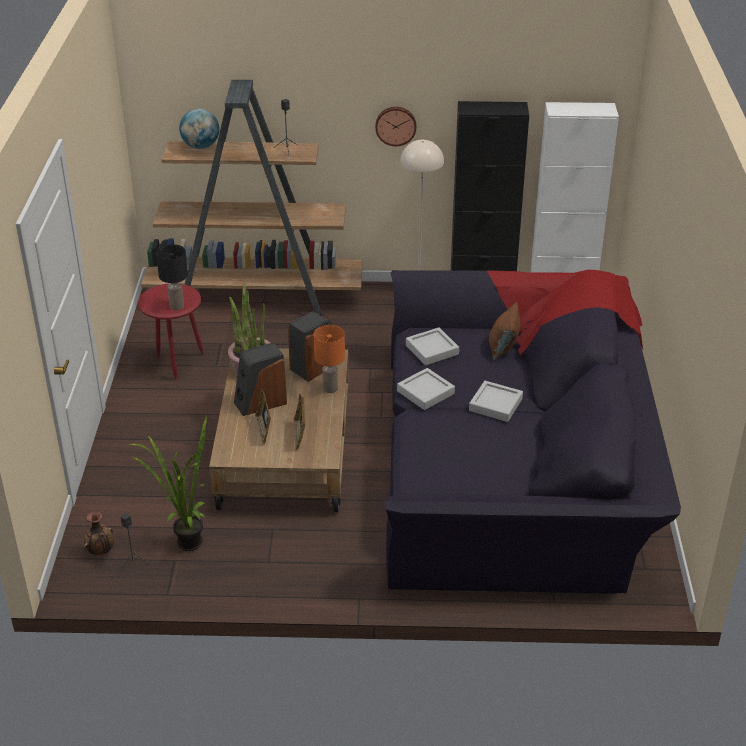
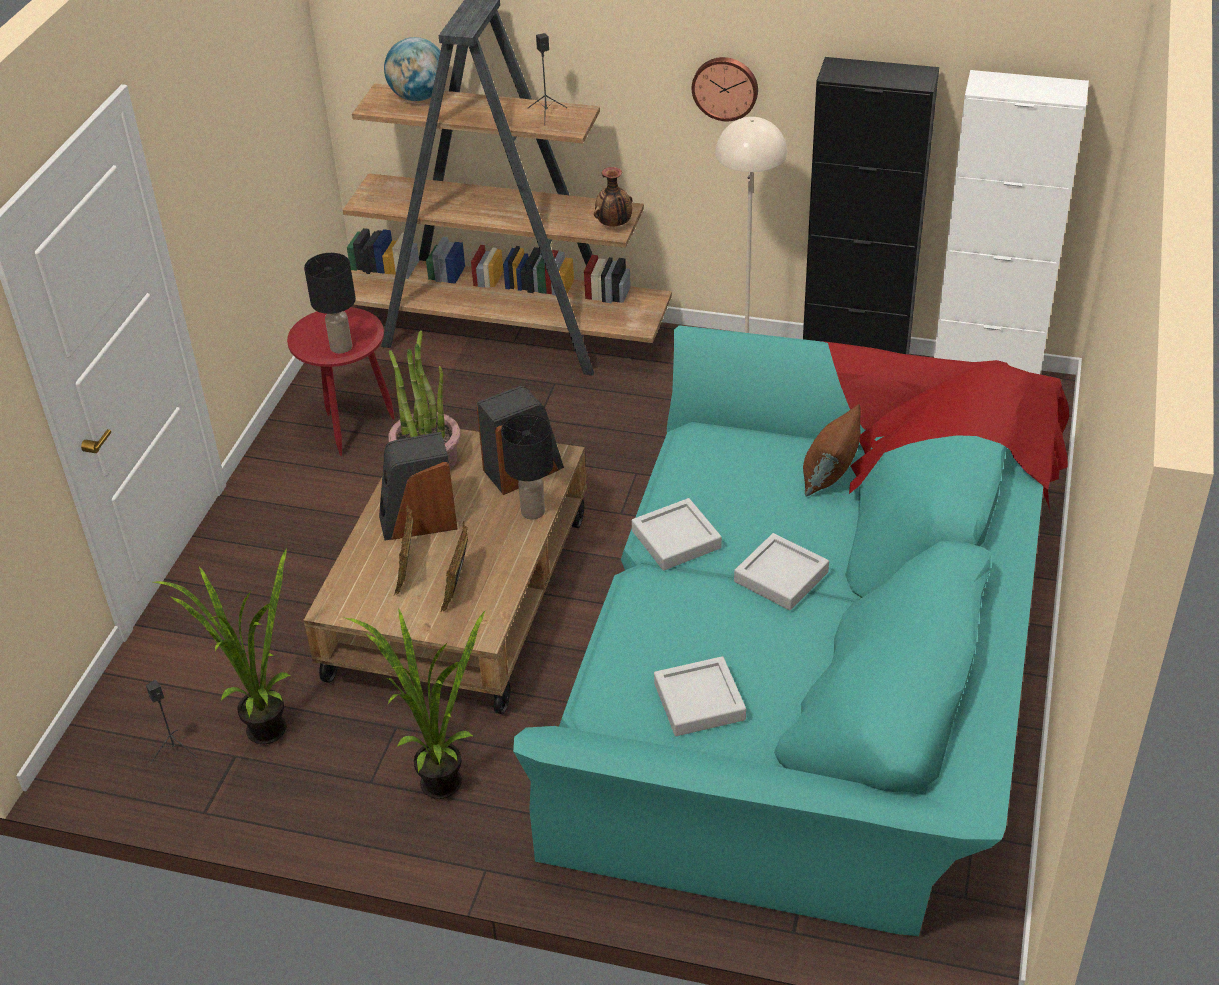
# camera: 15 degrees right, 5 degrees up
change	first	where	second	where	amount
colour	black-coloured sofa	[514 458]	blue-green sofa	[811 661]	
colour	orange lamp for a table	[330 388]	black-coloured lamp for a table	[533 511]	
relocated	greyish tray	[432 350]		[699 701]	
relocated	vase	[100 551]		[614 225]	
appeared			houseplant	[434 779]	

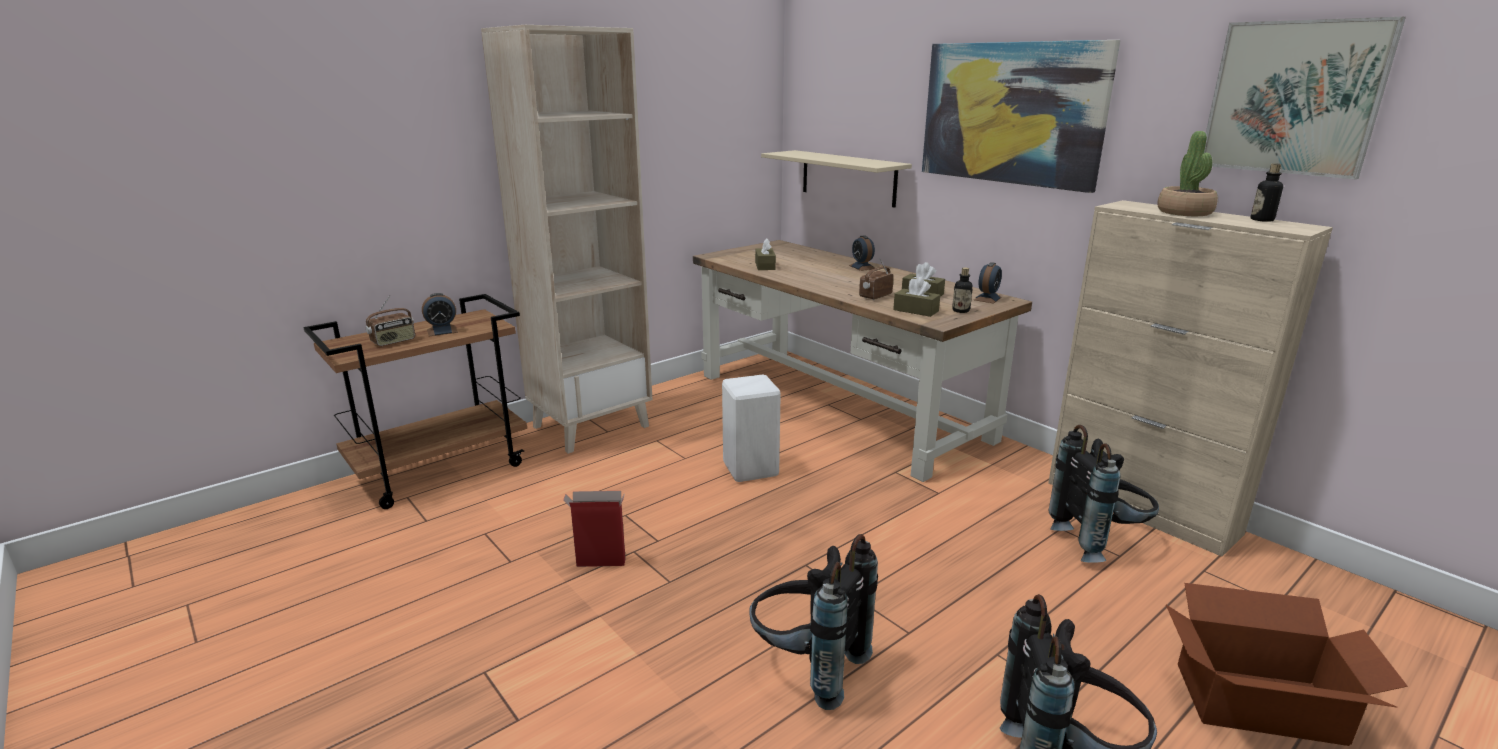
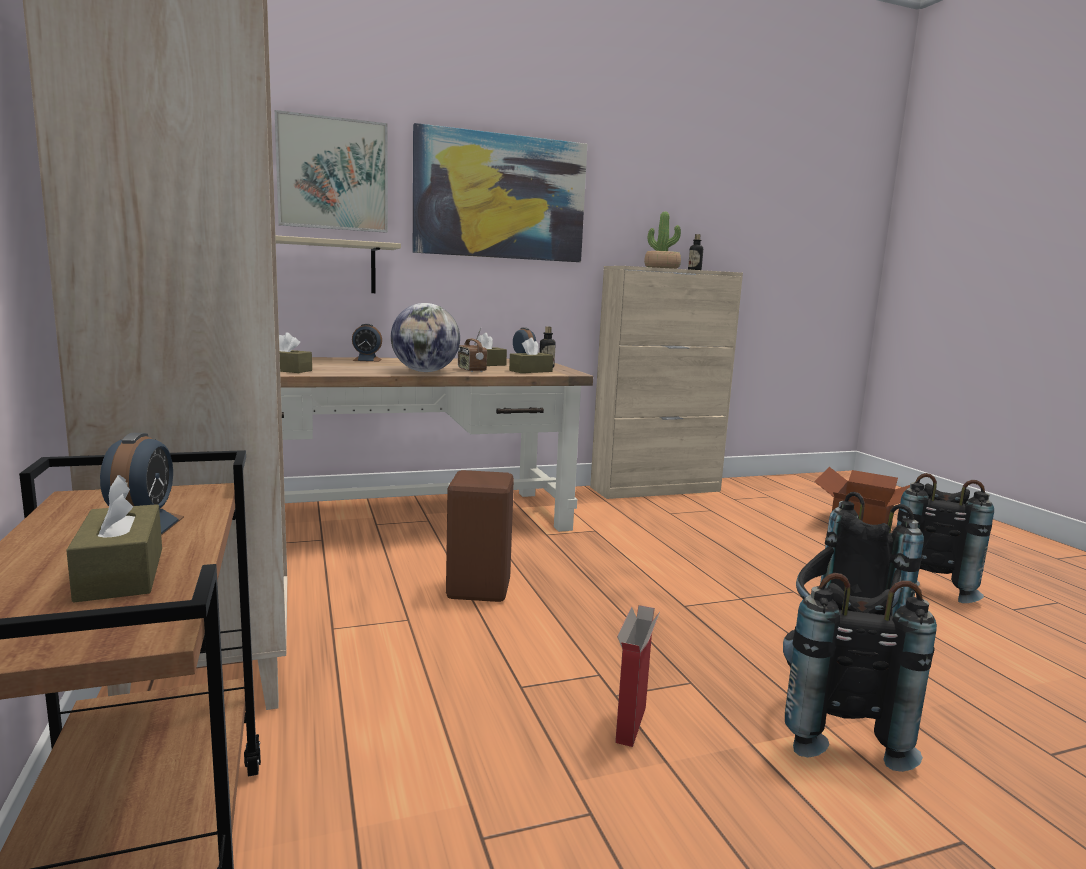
# camera: 70 degrees left, 10 degrees down
change	first	where	second	where	amount
relocated	picture	[1293 98]		[333 174]	
exchanged	radio receiver	[393 342]	brown tissue holder	[121 573]	
colour	whitish stool seat	[749 469]	brown stool seat	[476 590]	
relocated	black-coloured rucksack	[1098 542]		[834 730]	
appeared			desk globe	[425 371]	

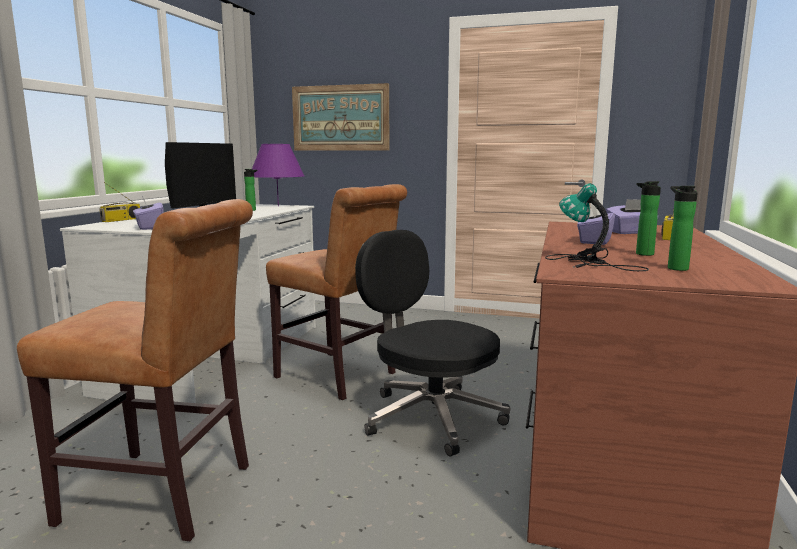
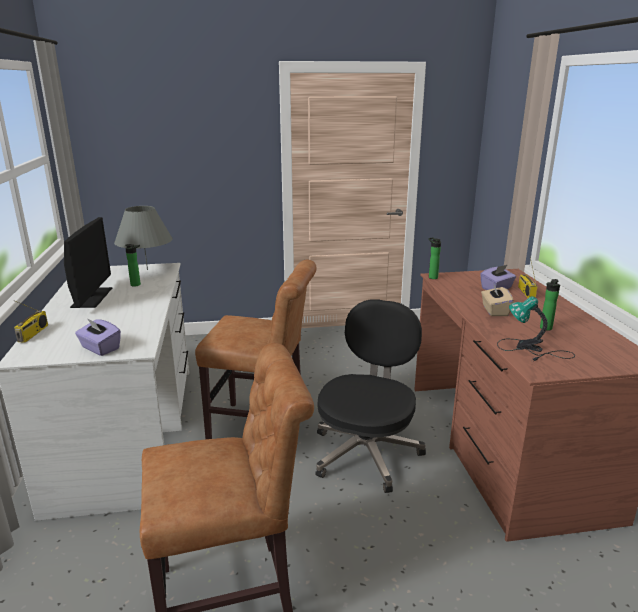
# camera: 25 degrees left, 10 degrees up
change	first	where	second	where	amount
missing	picture	[340 118]			
colour	purple lamp for a table	[278 206]	greyish lamp for a table	[147 269]	
relocated	bottle	[675 268]		[432 277]	
colour	purple tissue holder	[594 241]	beige-coloured tissue holder	[494 311]	
spun	black-coloured office chair	[430 417]		[366 452]	90 degrees clockwise

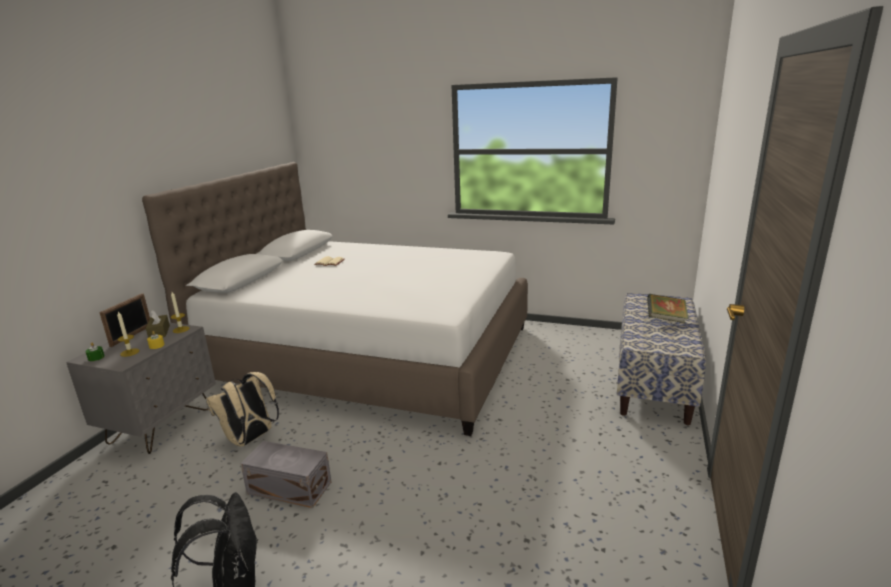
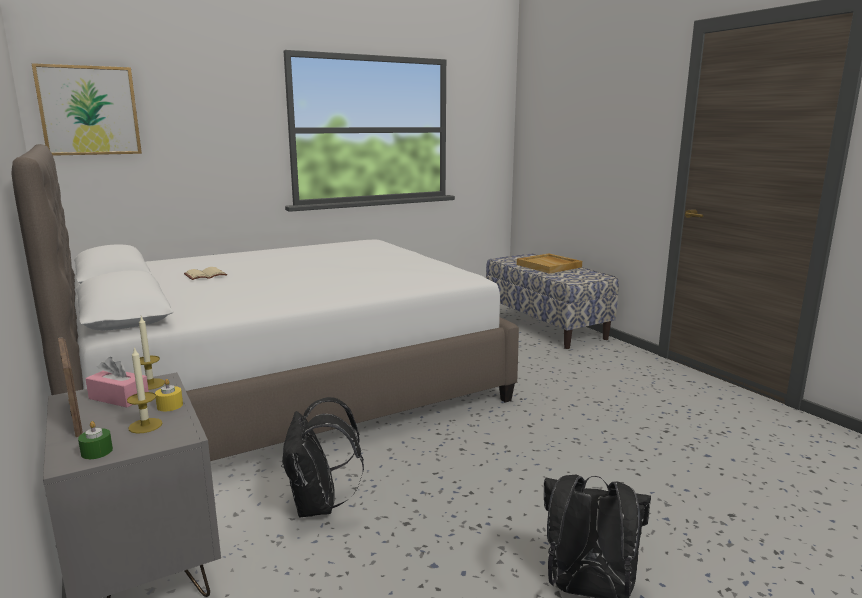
# camera: 50 degrees left, 5 degrees down
change	first	where	second	where	amount
exchanged	volume	[666 319]	beige-coloured tray	[549 266]	
colour	brown tissue holder	[159 332]	pink tissue holder	[119 397]	
colour	beige-coloured rucksack	[250 439]	black-coloured rucksack	[319 506]	
missing	greyish storage bin	[289 487]			
appeared			picture	[89 111]	

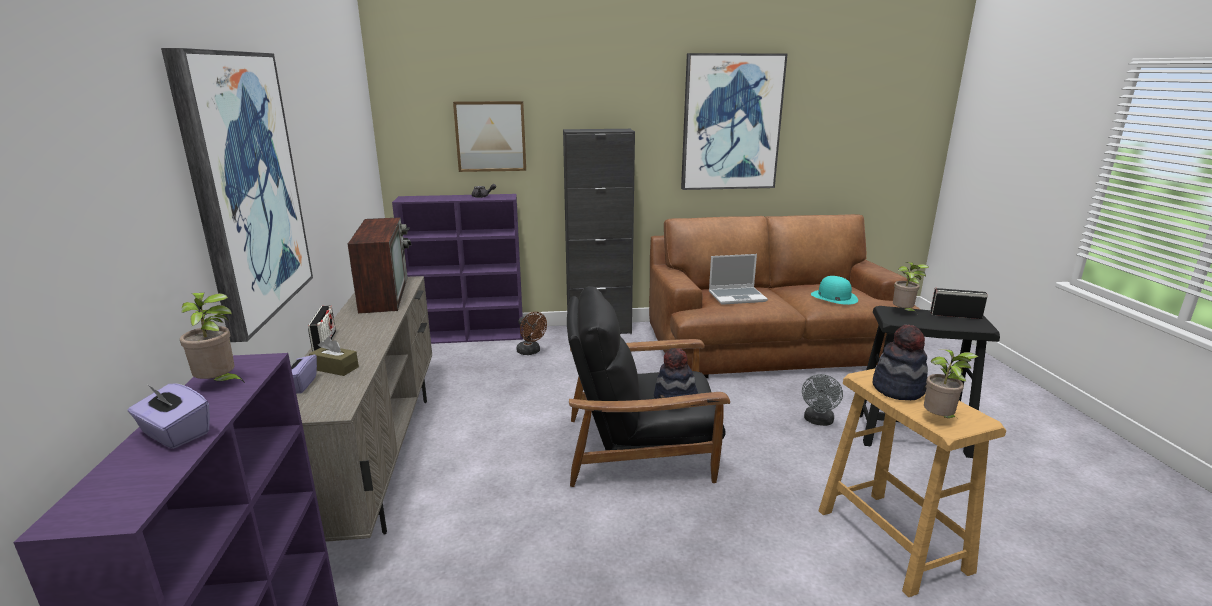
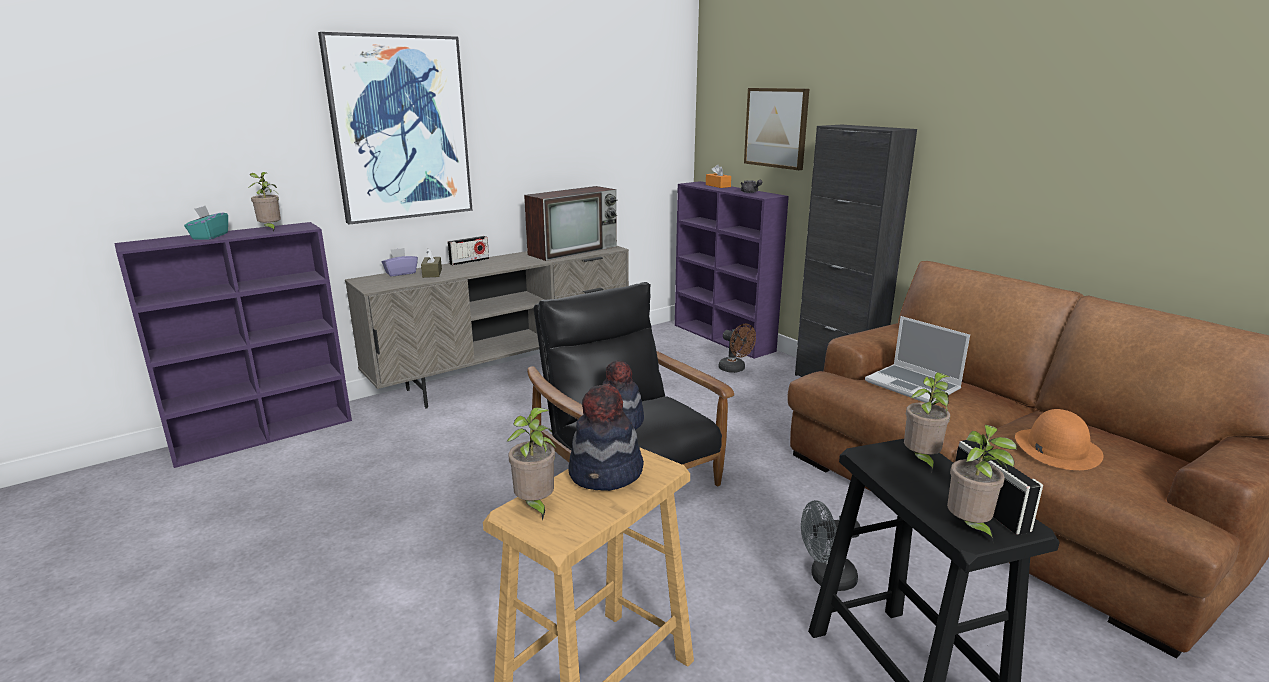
# camera: 60 degrees right, 0 degrees up
change	first	where	second	where	amount
missing	picture	[731 123]			
colour	blue-green wearable hat	[833 297]	orange wearable hat	[1056 448]	
spun	brown fan	[531 352]		[735 369]	60 degrees counterclockwise
colour	purple tissue holder	[175 434]	blue-green tissue holder	[209 236]	
appeared			orange tissue holder	[718 186]	
appeared			houseplant	[969 528]	

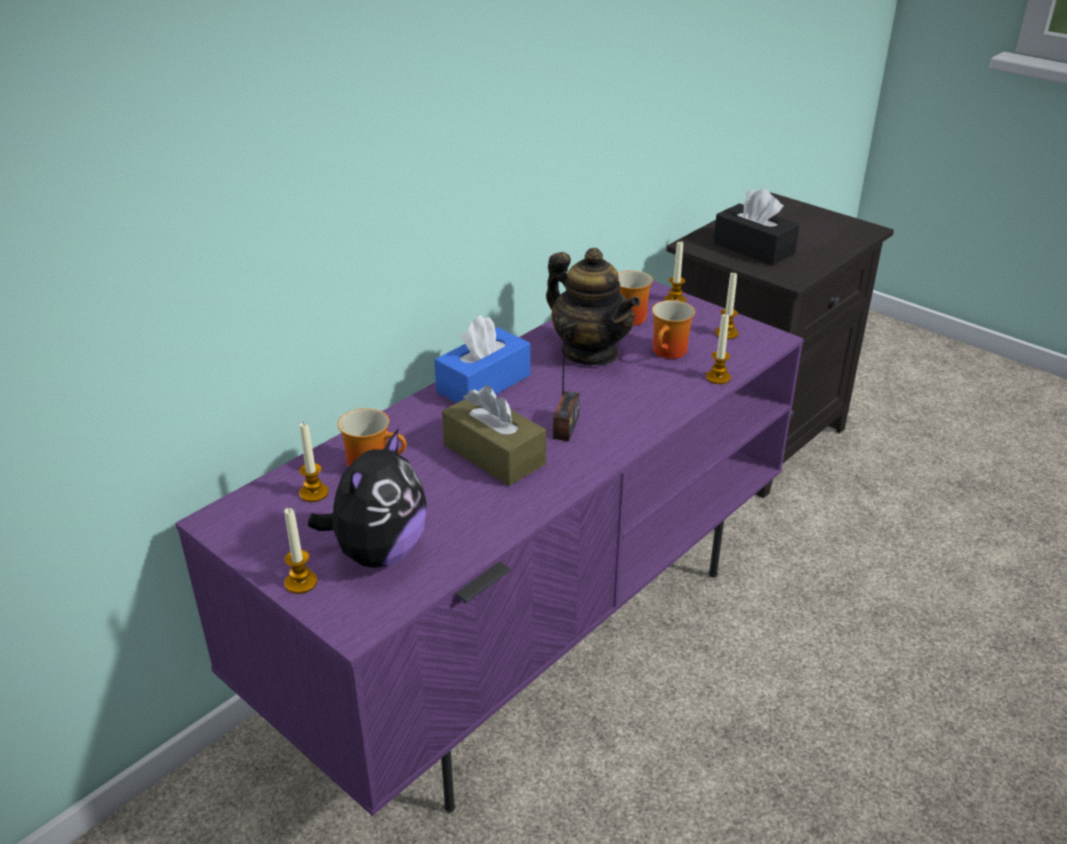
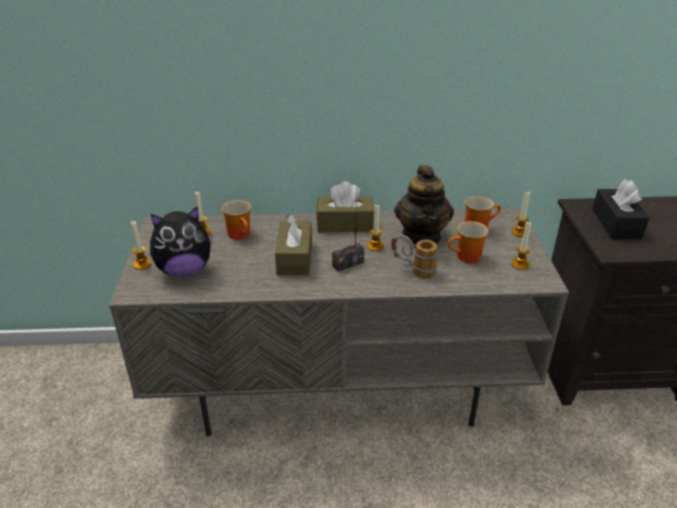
# camera: 45 degrees right, 0 degrees up
change	first	where	second	where	amount
colour	purple media console	[529 630]	greyish media console	[340 384]	
relocated	candle	[718 377]		[375 246]	
colour	blue-coloured tissue holder	[484 383]	brown tissue holder	[345 224]	
appeared			mug	[412 270]	

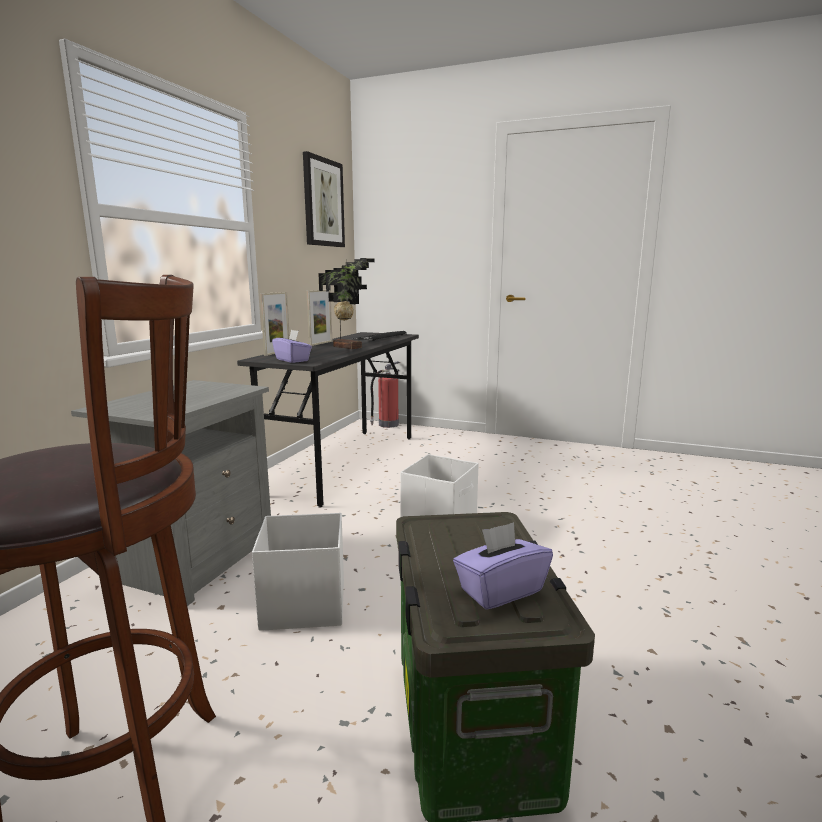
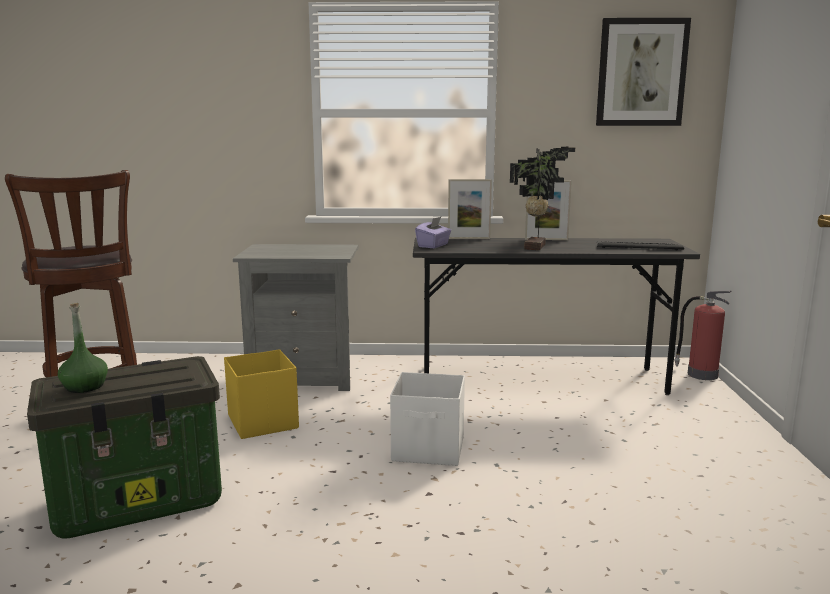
# camera: 70 degrees right, 0 degrees up
change	first	where	second	where	amount
colour	whitish storage bin	[302 605]	yellowish storage bin	[263 421]	
exchanged	purple tissue holder	[500 590]	green bottle	[84 386]	

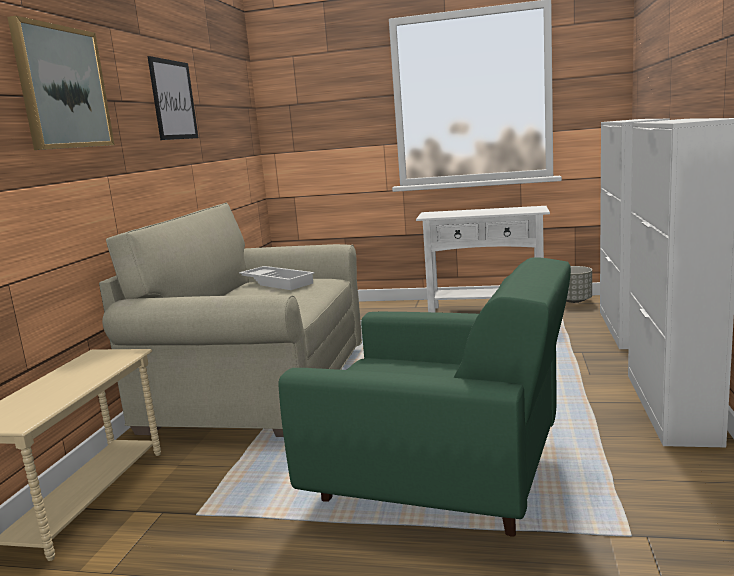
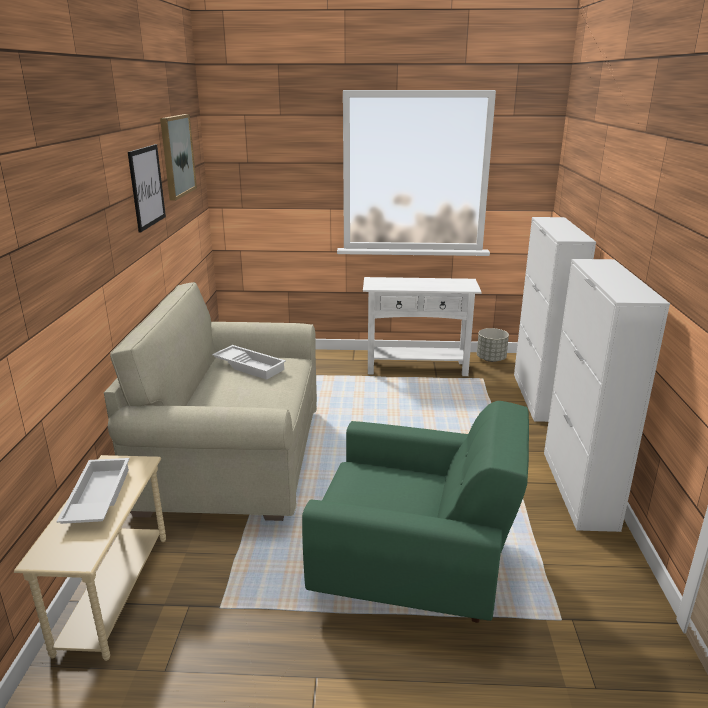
# camera: 10 degrees left, 10 degrees up
change	first	where	second	where	amount
relocated	picture	[62 88]		[177 156]	
appeared			whitish tray	[96 498]	

